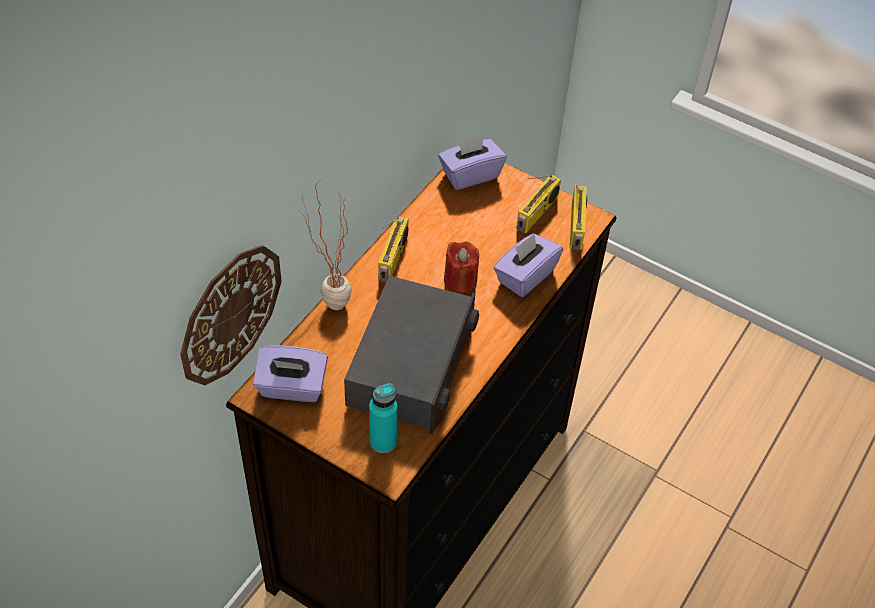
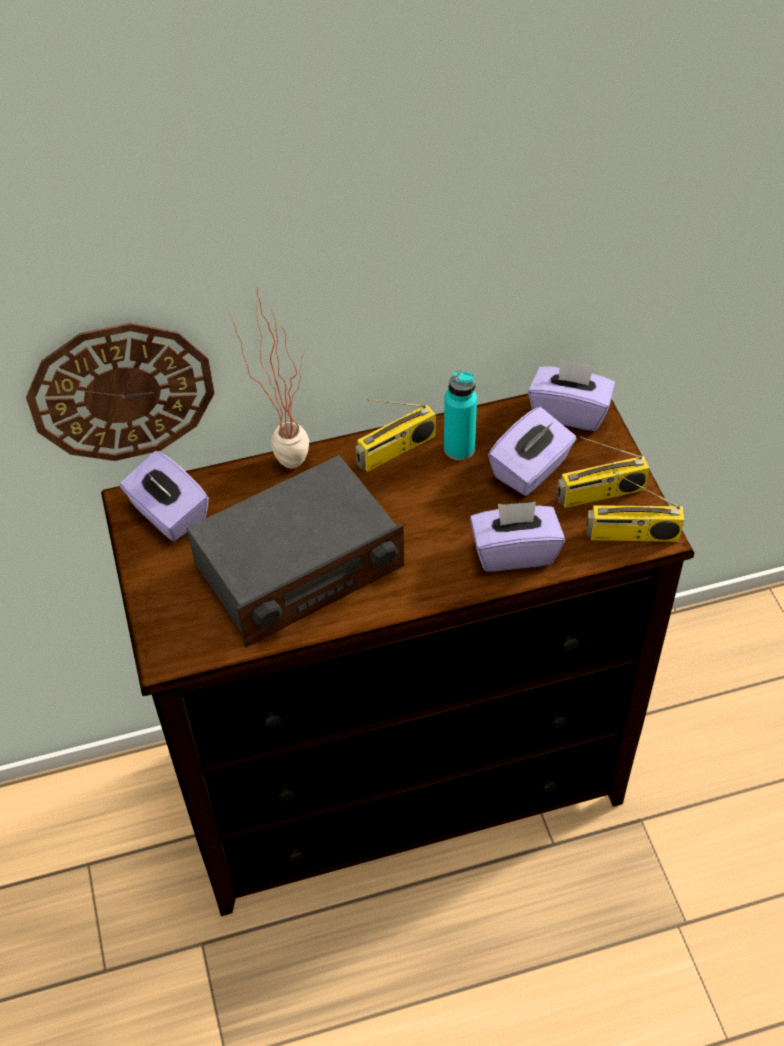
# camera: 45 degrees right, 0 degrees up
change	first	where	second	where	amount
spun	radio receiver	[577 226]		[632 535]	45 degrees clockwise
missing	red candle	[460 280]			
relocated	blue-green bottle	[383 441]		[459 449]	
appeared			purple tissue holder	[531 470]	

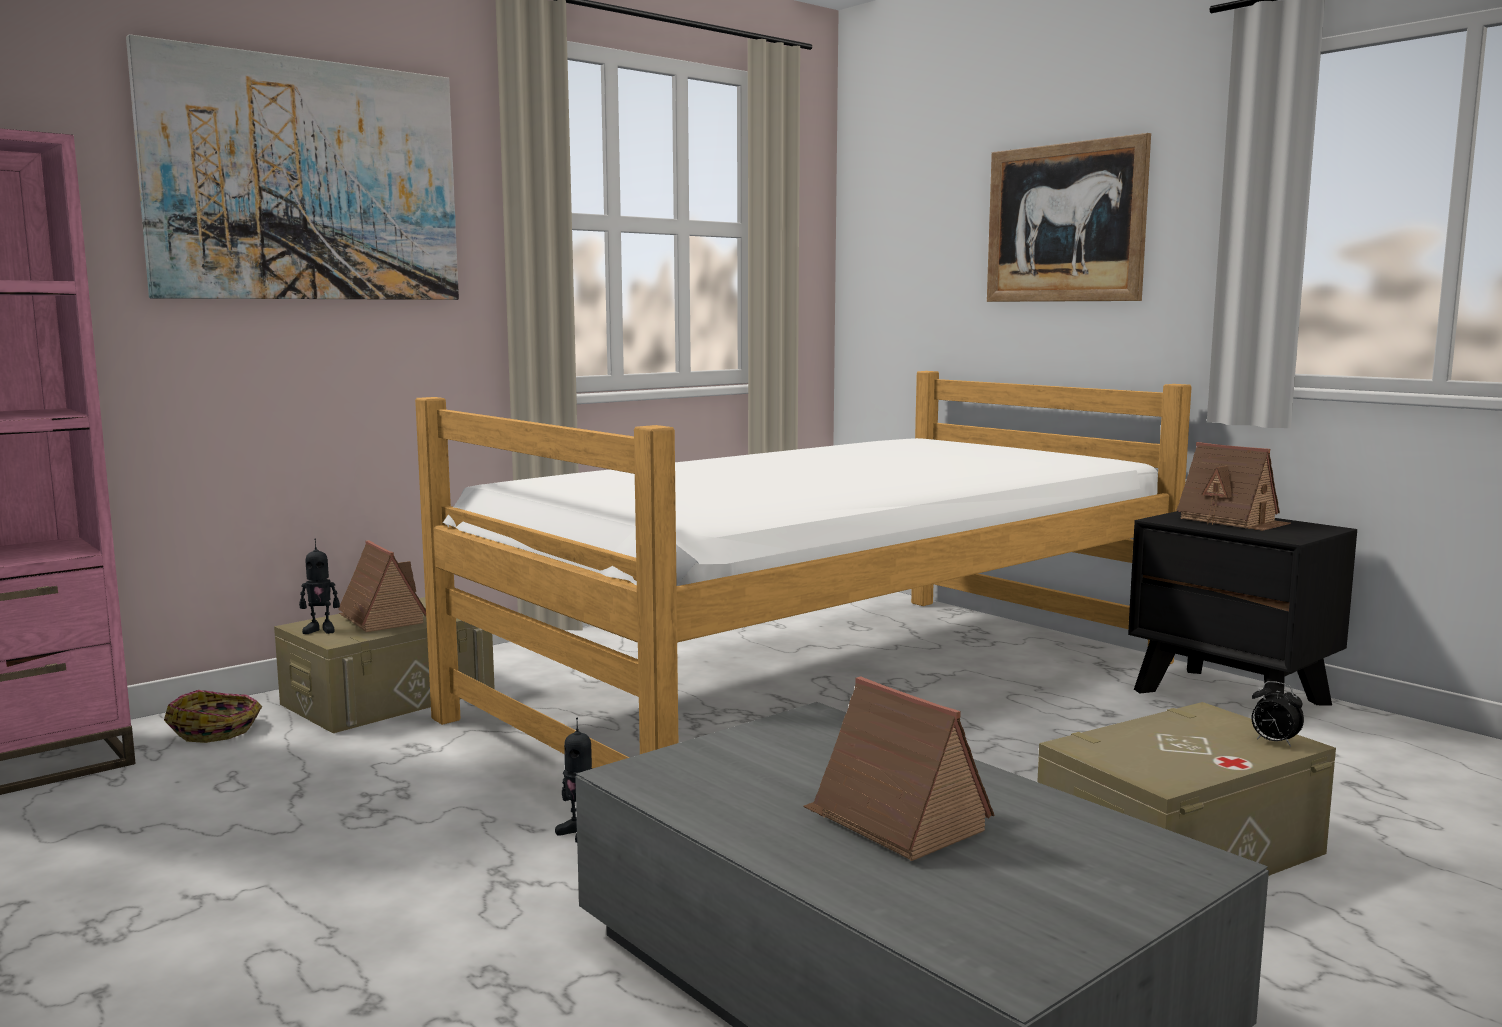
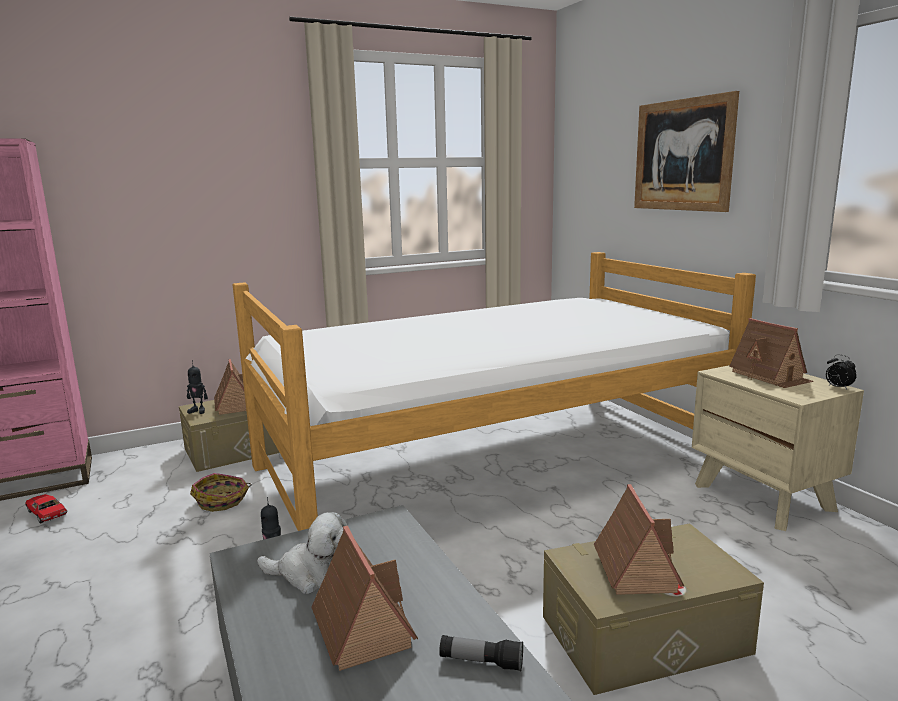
# camera: 15 degrees right, 5 degrees up
change	first	where	second	where	amount
missing	picture	[306 181]			
colour	black-coloured nightstand	[1232 697]	beige-coloured nightstand	[764 497]	
relocated	alarm clock	[1273 742]		[837 387]	
relocated	storage basket	[217 730]		[222 501]	
appeared			toy house	[634 568]	
appeared			toy car	[46 513]	
appeared			cuddly toy	[312 574]	
appeared			torch	[481 662]	

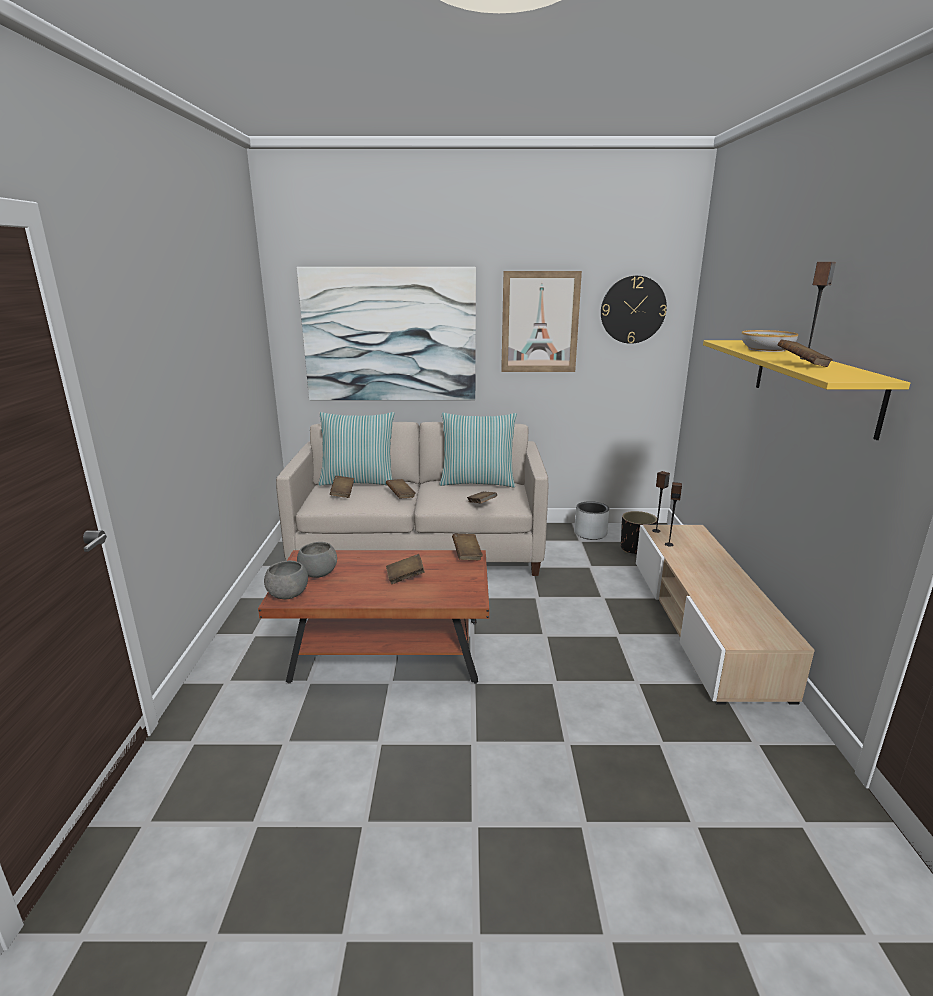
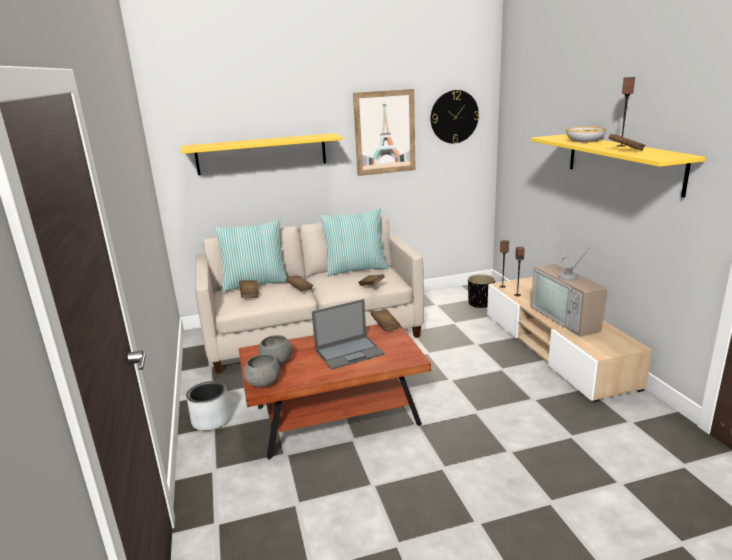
# camera: 15 degrees left, 0 degrees up
change	first	where	second	where	amount
exchanged	picture	[389 335]	yellowish shelf	[262 154]	
relocated	greyish plant pot	[590 534]		[211 420]	
exchanged	brown volume	[405 577]	portable computer	[350 352]	
appeared			TV	[569 318]	

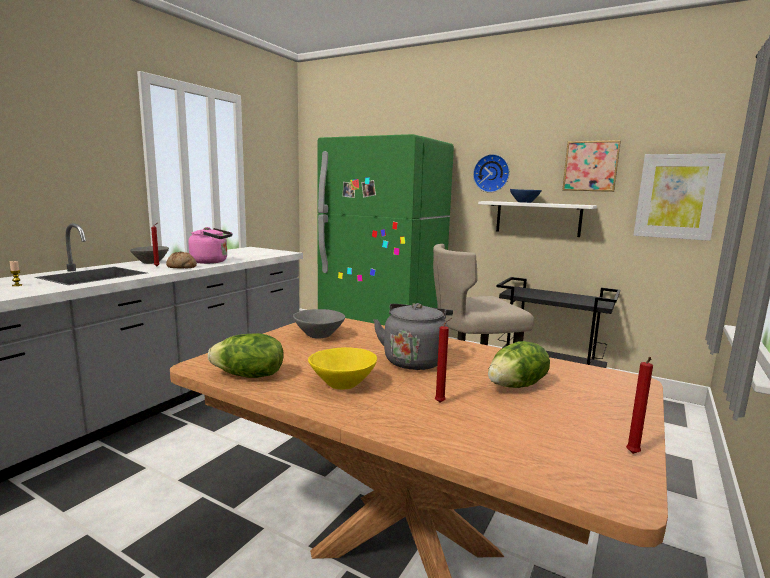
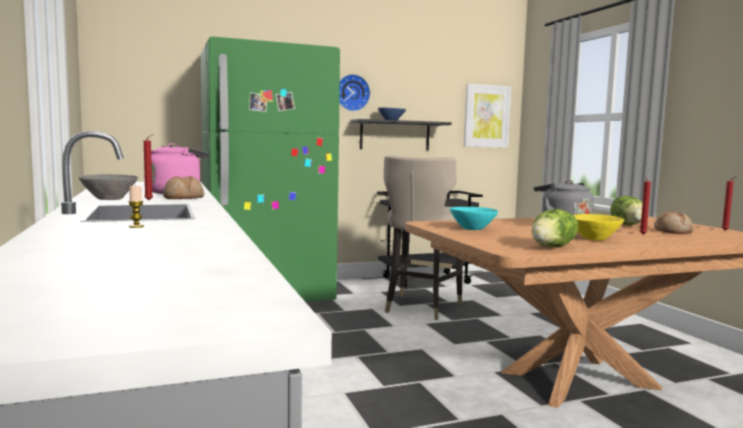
# camera: 50 degrees left, 5 degrees down
change	first	where	second	where	amount
missing	picture	[591 166]			
colour	whitish shelf	[538 218]	black-coloured shelf	[395 135]	
colour	greyish deep dish	[319 336]	blue-green deep dish	[473 229]	
appeared			bread	[673 231]	

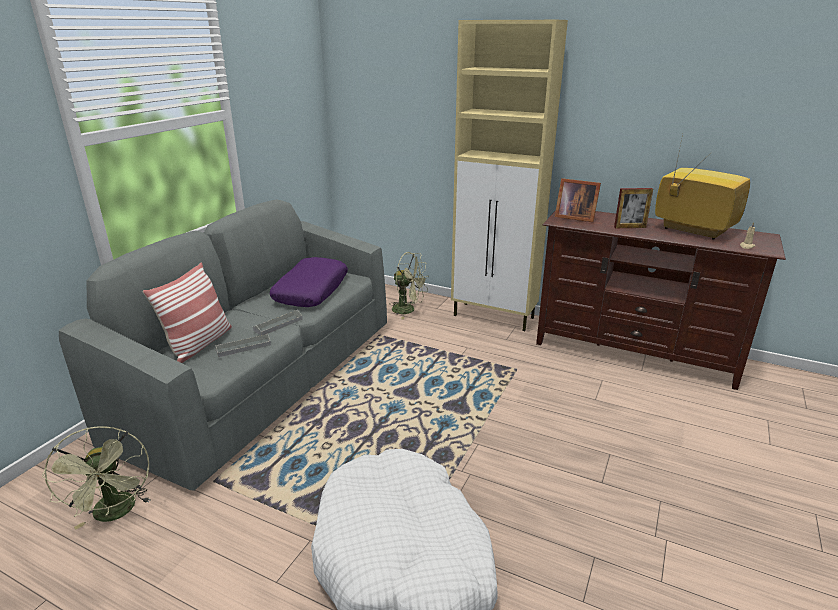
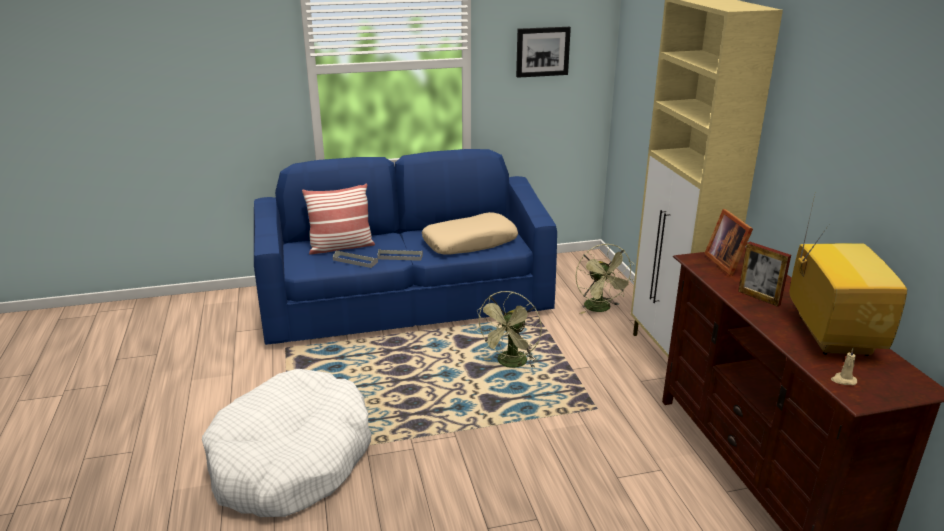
# camera: 50 degrees right, 0 degrees up
change	first	where	second	where	amount
colour	greyish sofa	[266 380]	blue-coloured sofa	[407 305]	
colour	purple throw pillow	[311 291]	beige-coloured throw pillow	[470 243]	
relocated	green fan	[116 513]		[510 364]	
appeared			picture	[542 51]	

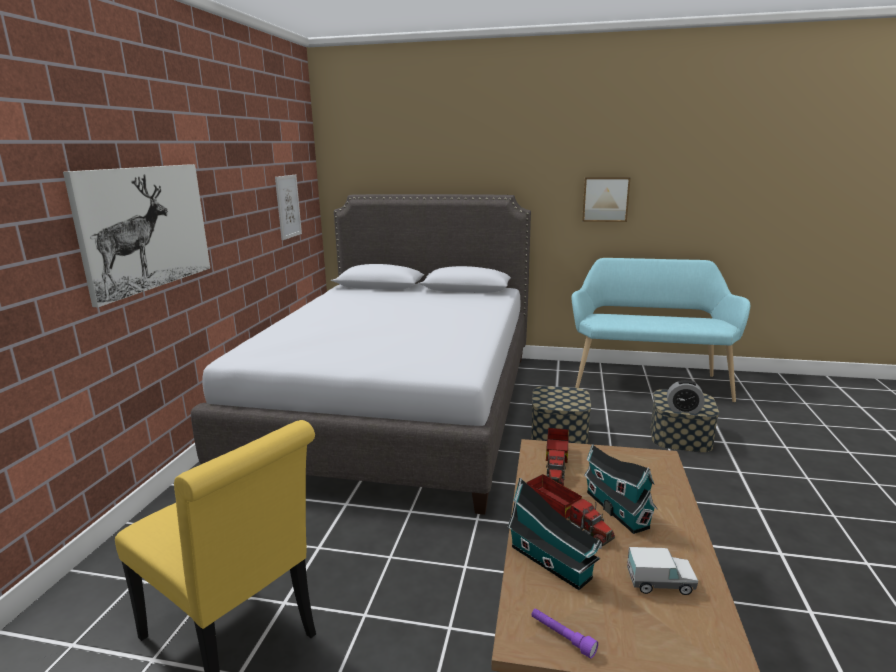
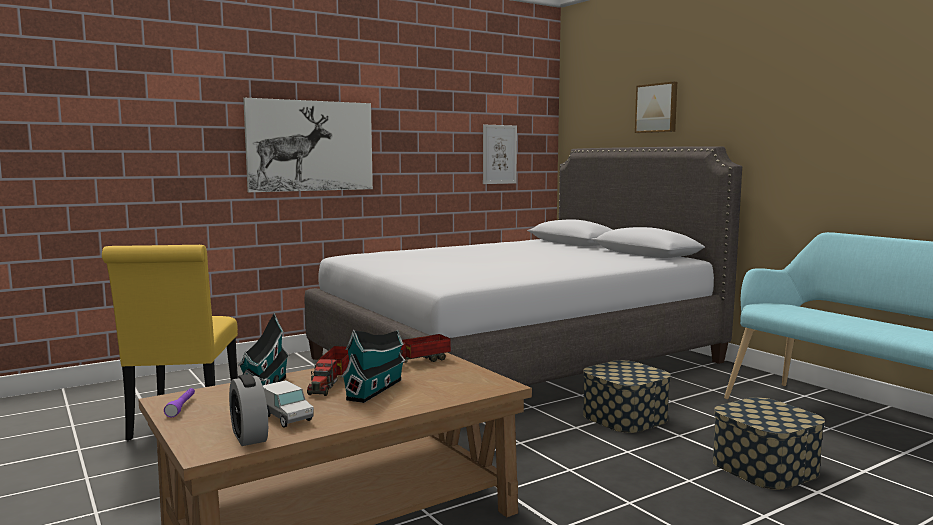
# camera: 45 degrees right, 10 degrees down
change	first	where	second	where	amount
relocated	picture	[605 199]		[657 108]	
relocated	alarm clock	[683 410]		[249 436]	

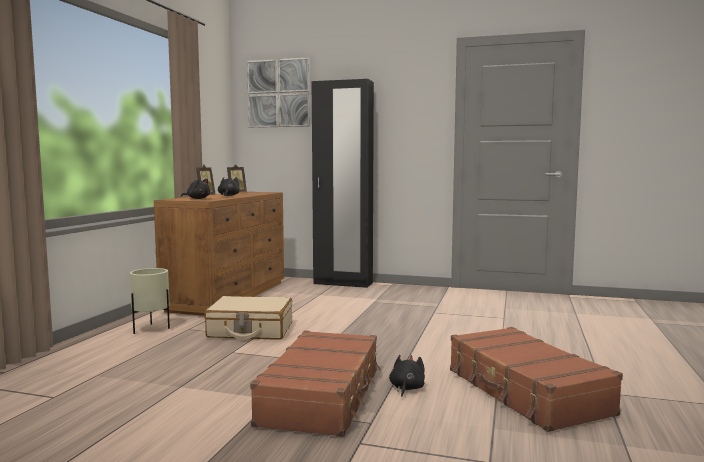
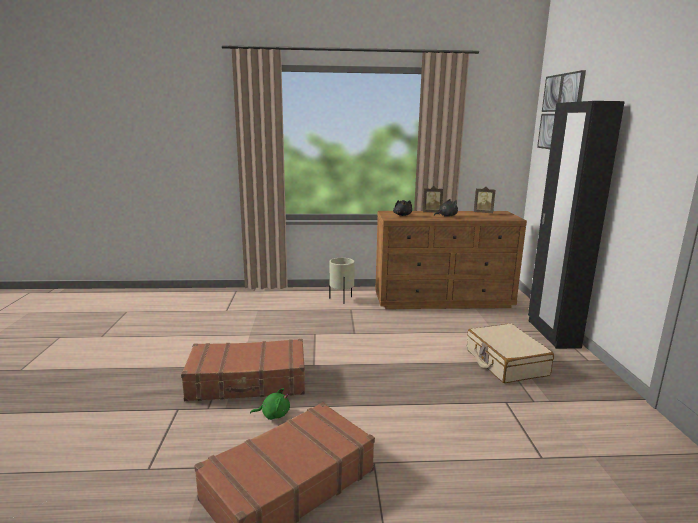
# camera: 70 degrees right, 10 degrees up
change	first	where	second	where	amount
relocated	beige-coloured travel case	[250 330]		[505 362]	
colour	black-coloured cuddly toy	[406 388]	green cuddly toy	[273 414]	

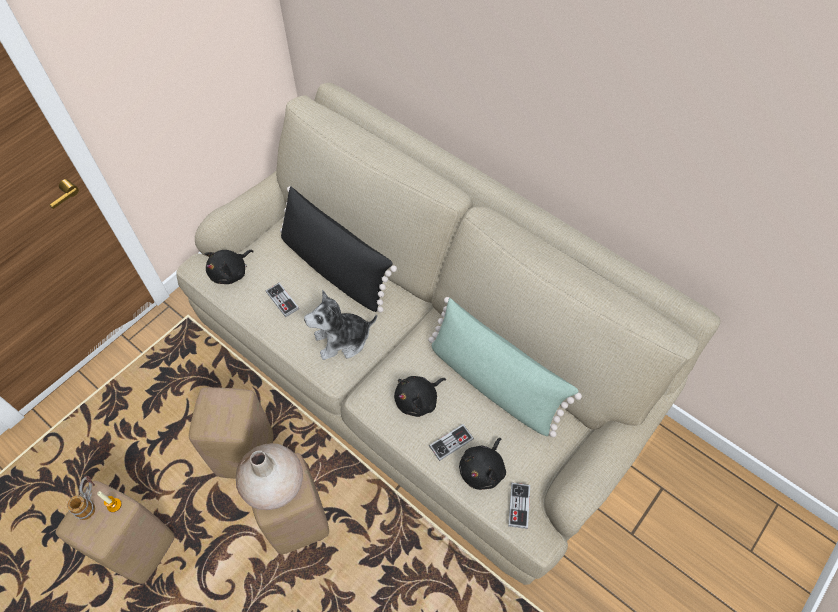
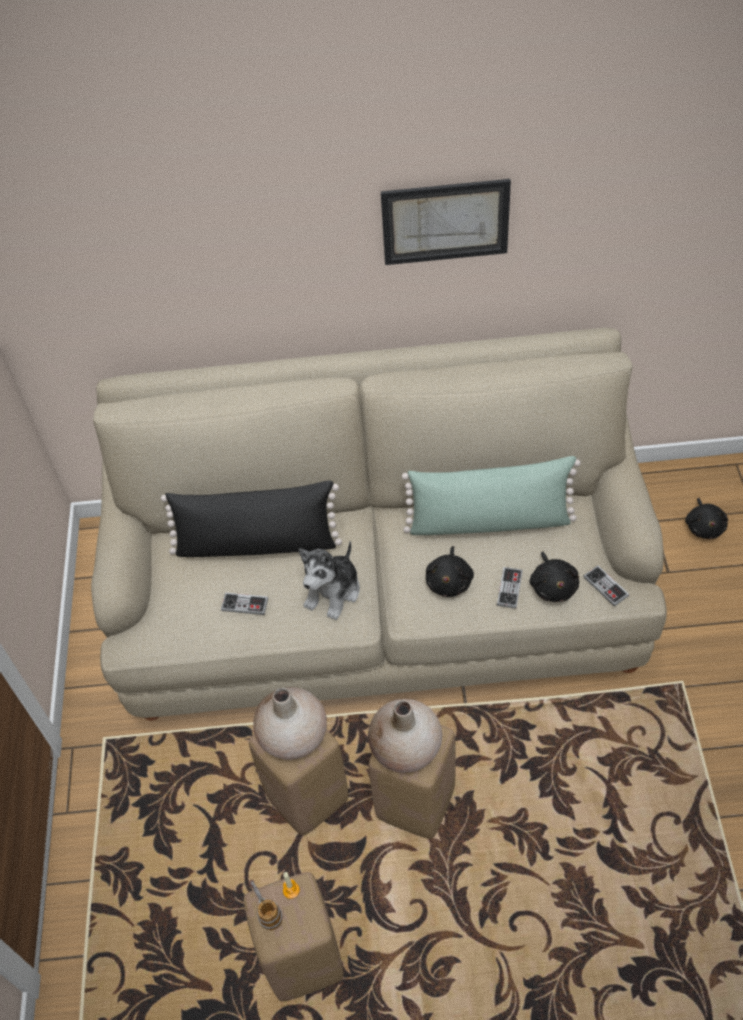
# camera: 40 degrees left, 5 degrees down
change	first	where	second	where	amount
relocated	black-coloured cuddly toy	[231 272]		[704 526]	
appeared			picture	[445 221]	
appeared			beige-coloured vase	[292 736]	

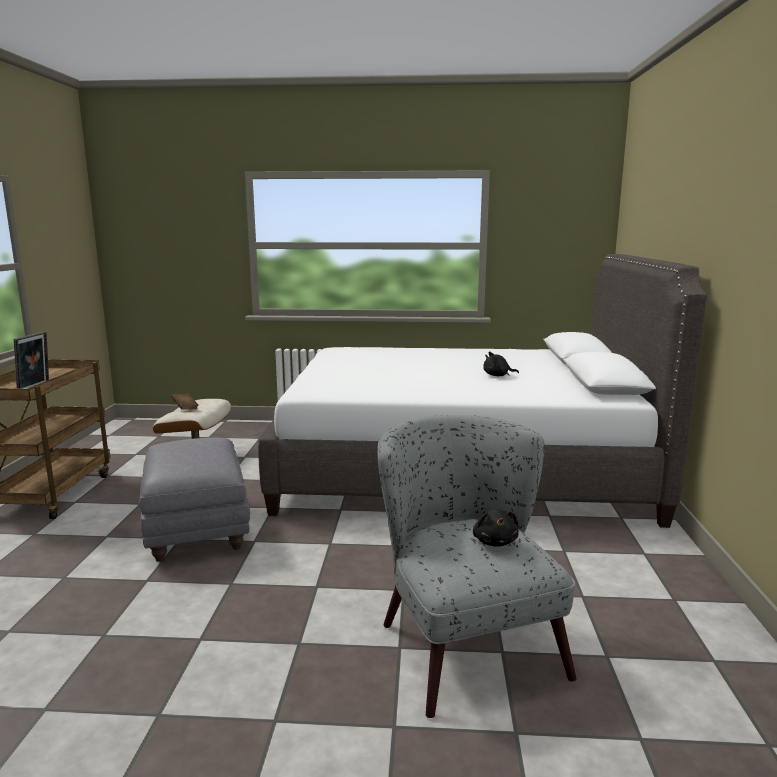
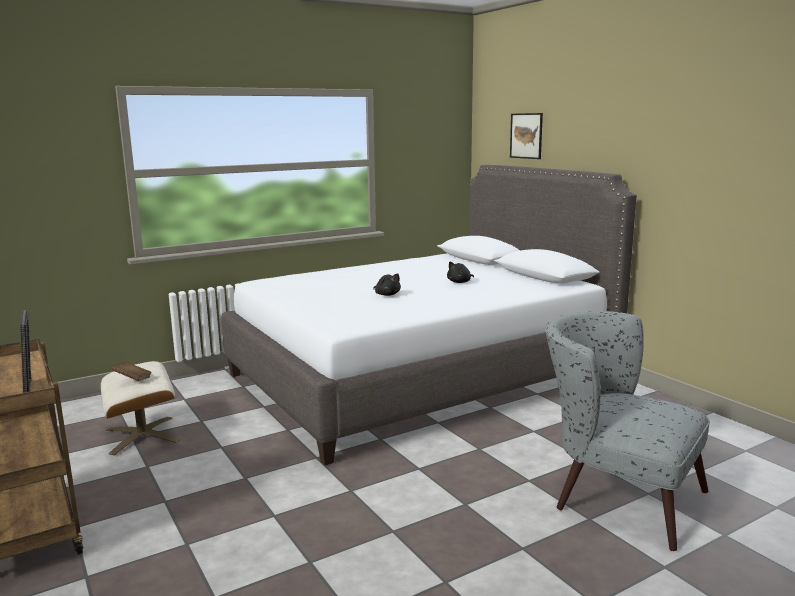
# camera: 35 degrees left, 0 degrees up
change	first	where	second	where	amount
missing	greyish ottoman	[198 530]			
relocated	black-coloured cuddly toy	[495 541]		[387 295]	
appeared			picture	[526 136]	

